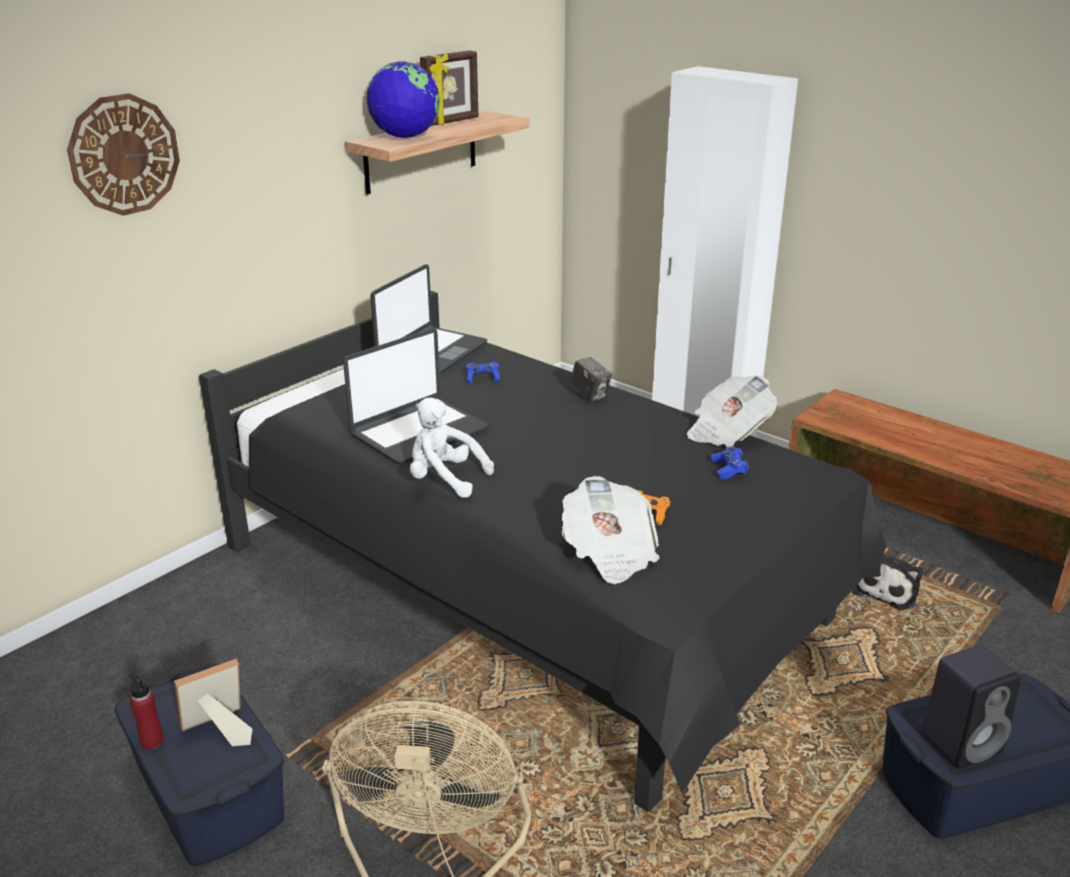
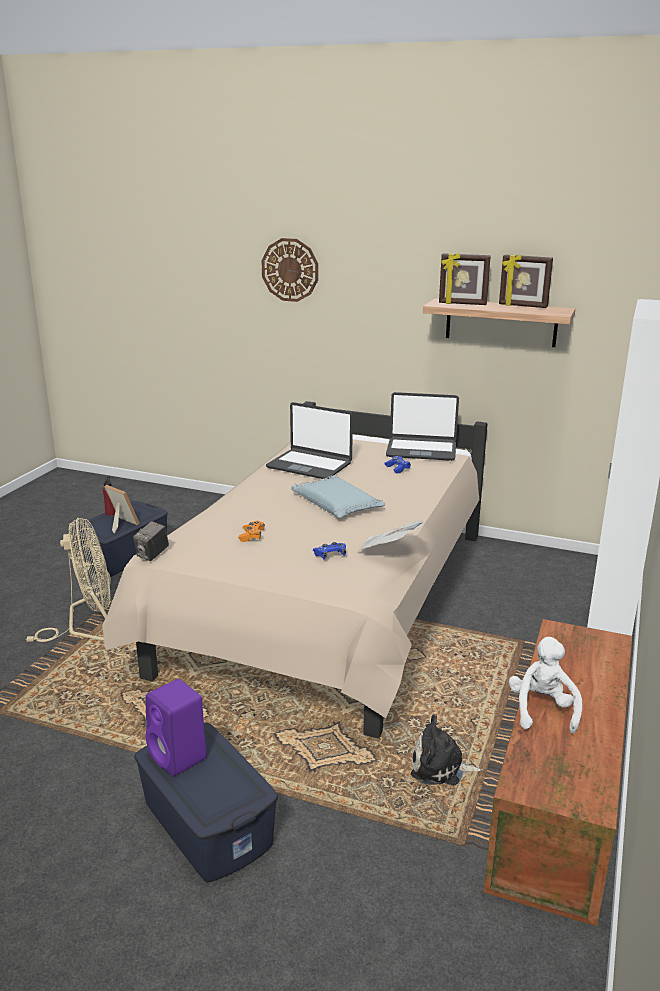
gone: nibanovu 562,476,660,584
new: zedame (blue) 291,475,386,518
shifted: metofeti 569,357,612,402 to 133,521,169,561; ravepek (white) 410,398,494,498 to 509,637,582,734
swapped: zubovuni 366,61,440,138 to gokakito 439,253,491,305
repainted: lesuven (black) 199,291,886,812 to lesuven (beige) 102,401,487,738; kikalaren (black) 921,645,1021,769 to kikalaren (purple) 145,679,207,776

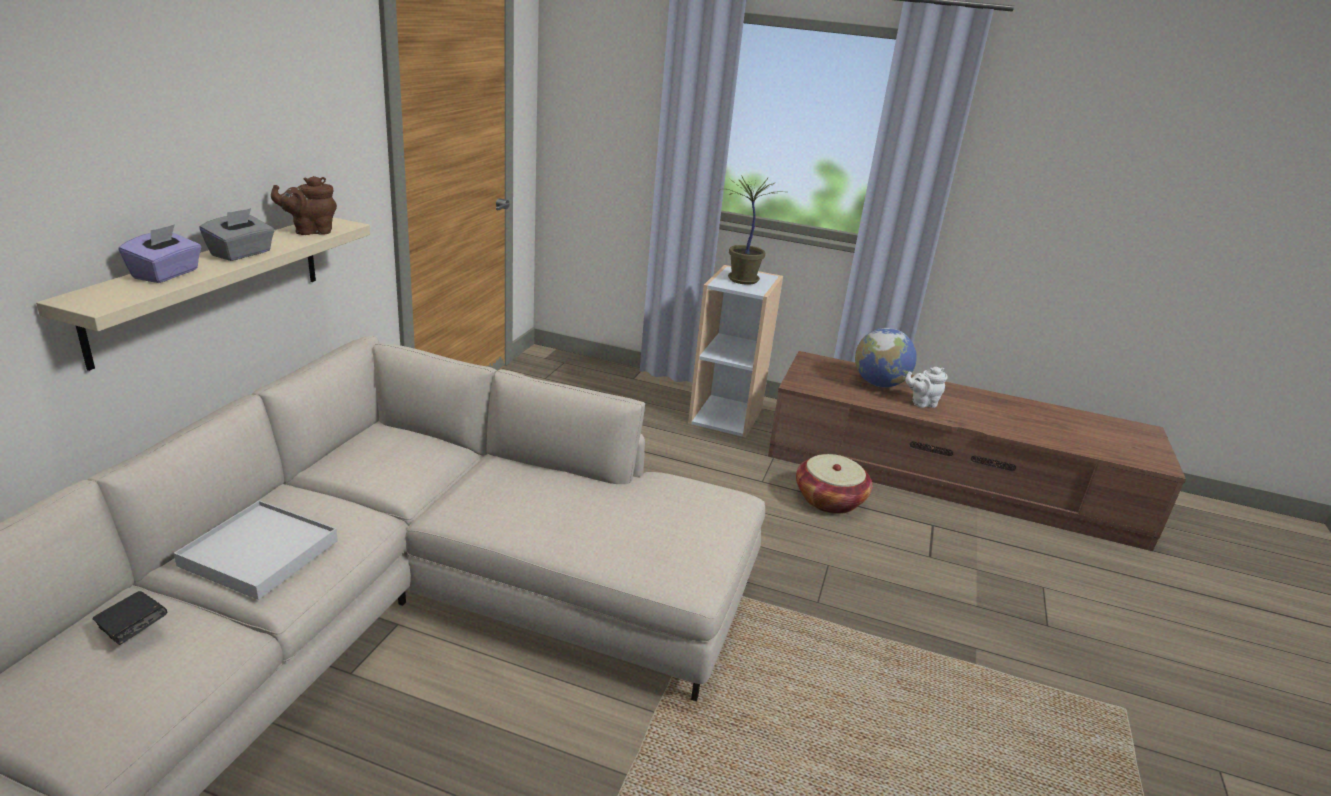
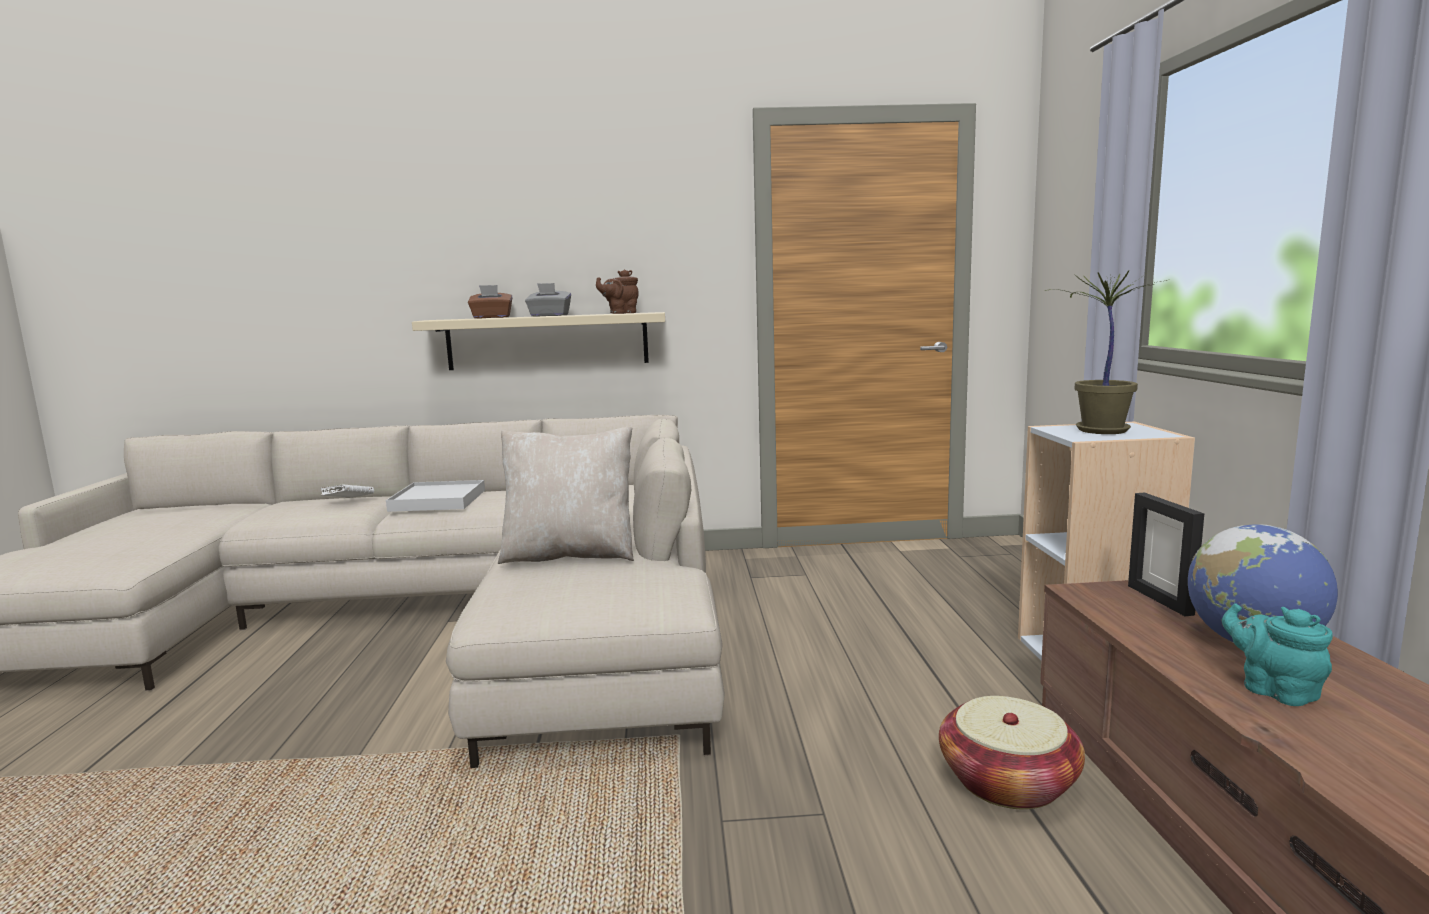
new: zedame (beige) 498,427,634,564; gokakito 1128,492,1204,616
repainted: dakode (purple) 118,224,201,283 to dakode (brown) 468,285,513,318; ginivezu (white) 905,367,948,408 to ginivezu (turquoise) 1222,604,1333,706; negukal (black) 92,591,167,645 to negukal (white) 320,485,374,497
rotated: ginivezu (brown) 271,176,337,235 = 596,269,639,314 75 degrees counterclockwise

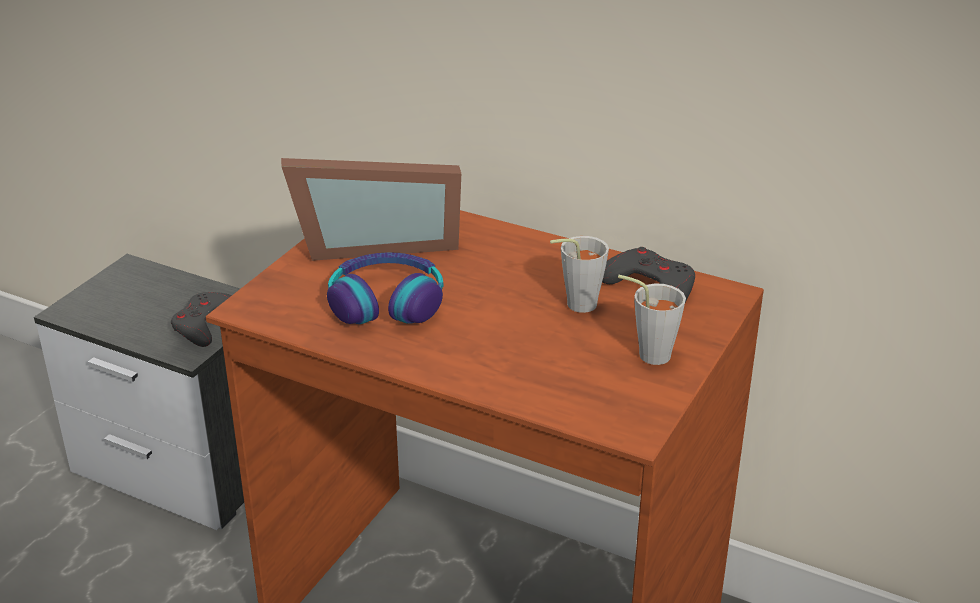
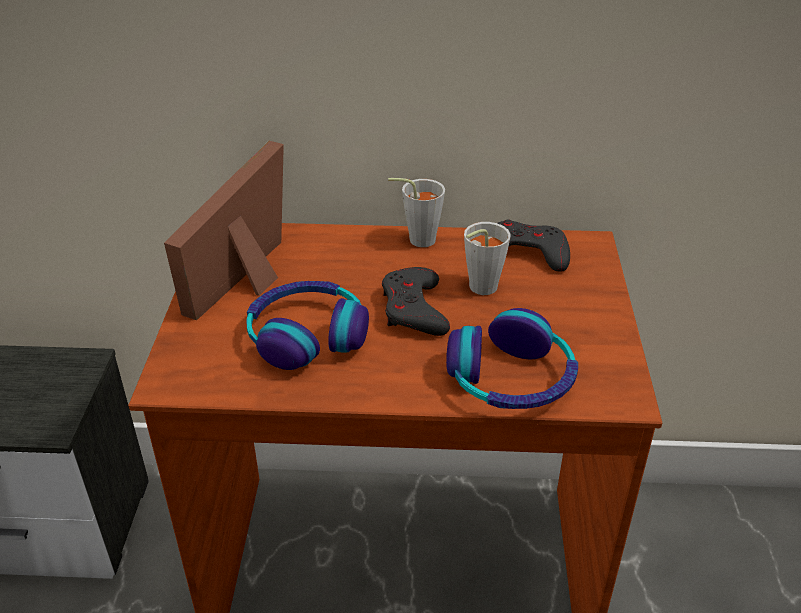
new: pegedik 446,308,578,409
shifted: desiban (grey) 618,275,686,365 to 388,178,445,247; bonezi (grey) 171,292,232,347 to 382,267,450,336
rotated: gokakito 281,158,461,261 = 164,141,284,320 150 degrees clockwise

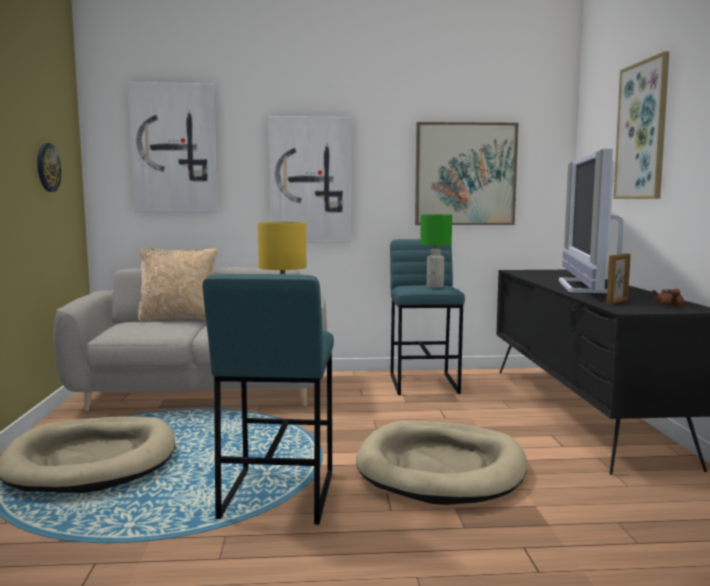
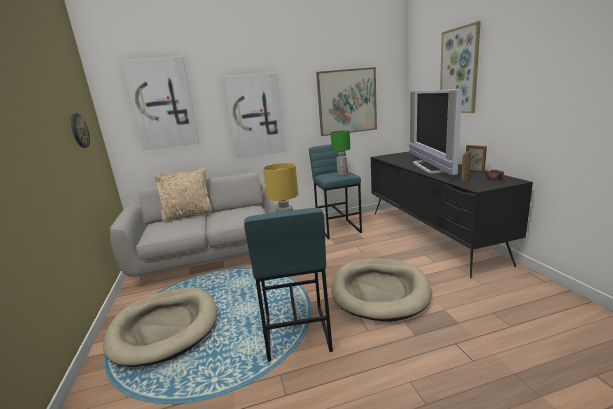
new: gokakito 466,145,487,173

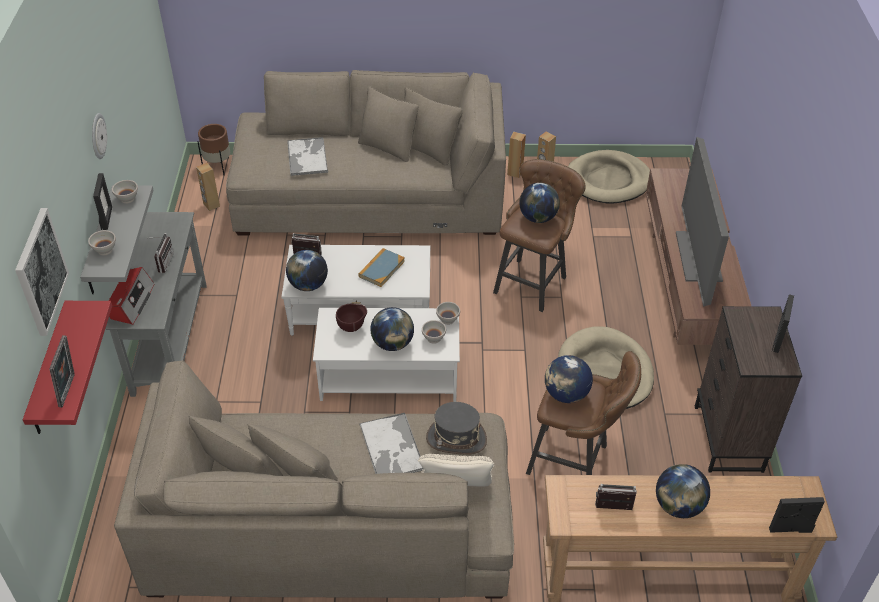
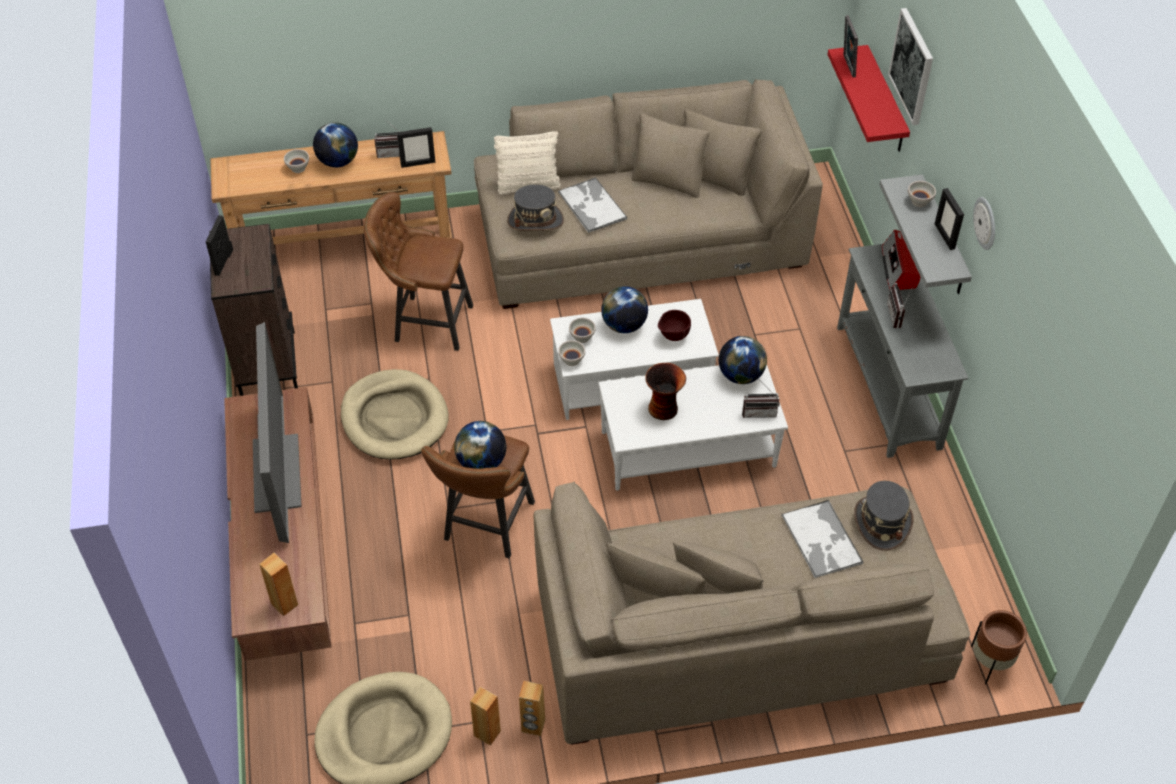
gone: zubovuni 545,355,593,403
new: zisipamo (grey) 854,480,913,551
shifted: kikalaren (brown) 196,163,220,211 to 259,553,298,616; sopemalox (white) 112,180,138,204 to 284,149,309,173; gokakito 769,497,825,533 to 397,127,436,168
swapped: negukal 358,248,405,287 to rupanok 645,363,686,420

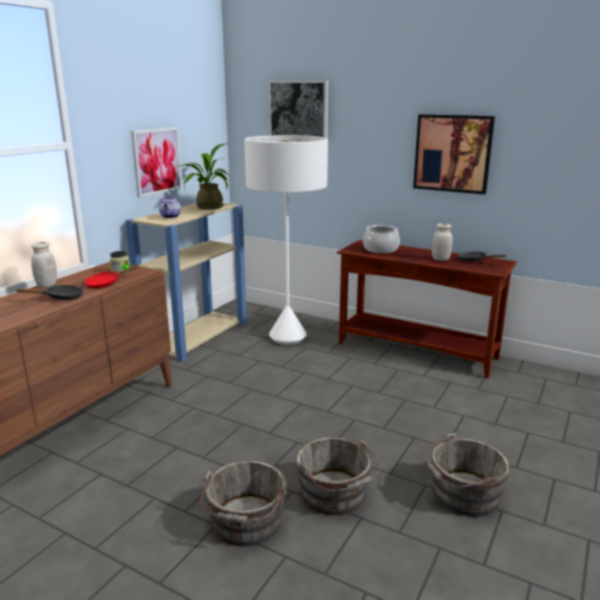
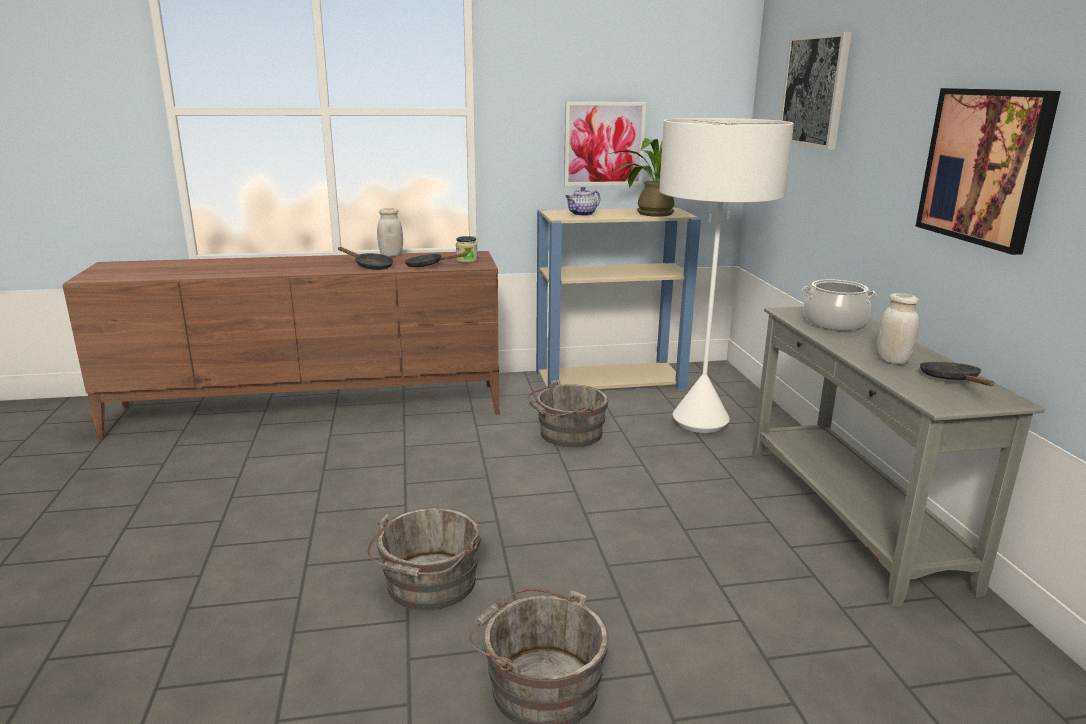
shifted: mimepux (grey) 200,460,287,547 to 528,379,608,448
repainted: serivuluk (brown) 337,240,517,379 to serivuluk (grey) 752,306,1045,607; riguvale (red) 84,264,139,289 to riguvale (black) 405,253,468,267

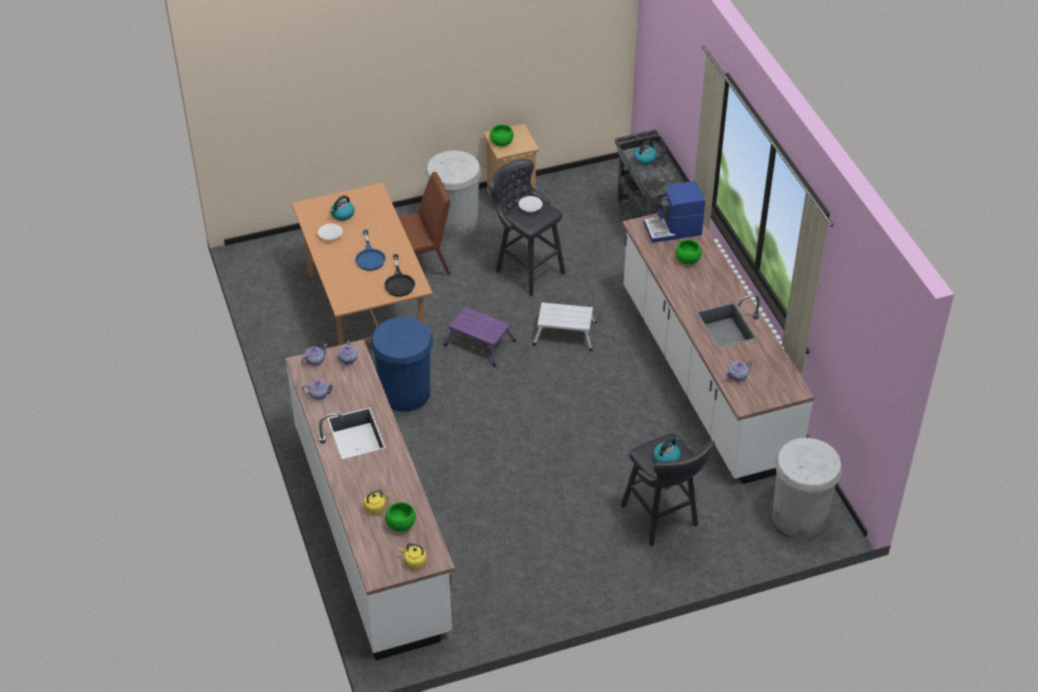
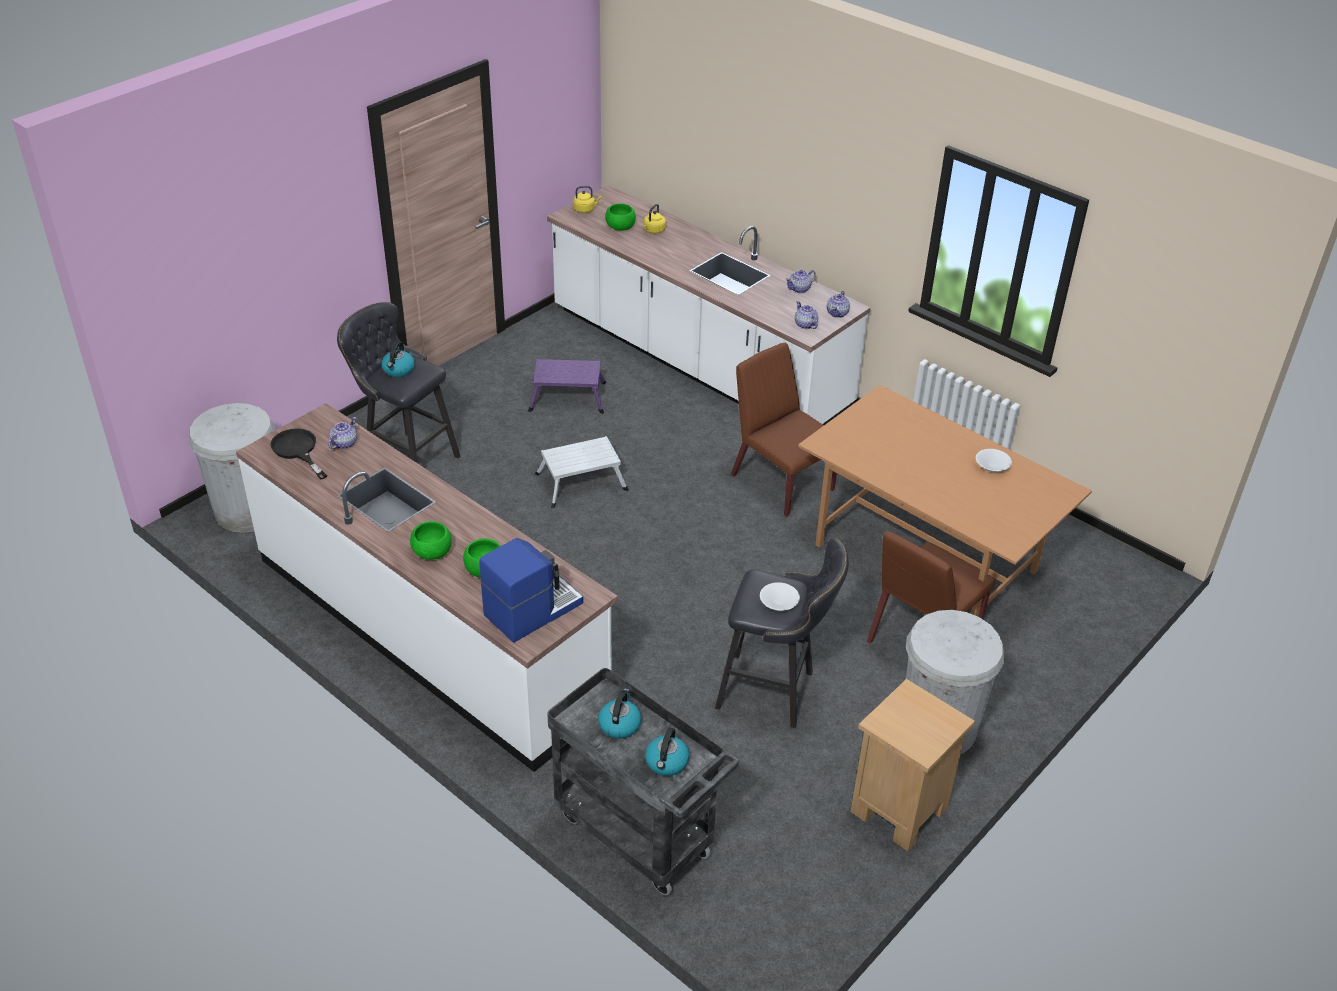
gone: riguvale (blue) 355,230,386,271
shifted: sopemalox (green) 490,124,514,147 to 410,521,452,560; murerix 330,195,354,221 to 598,688,642,739; riguvale (black) 384,254,415,297 to 271,428,327,480; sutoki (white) 532,302,597,352 to 535,436,629,508; sutoki (purple) 443,306,516,367 to 528,359,606,414
swapped: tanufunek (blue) 371,317,433,412 to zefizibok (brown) 731,343,837,517

